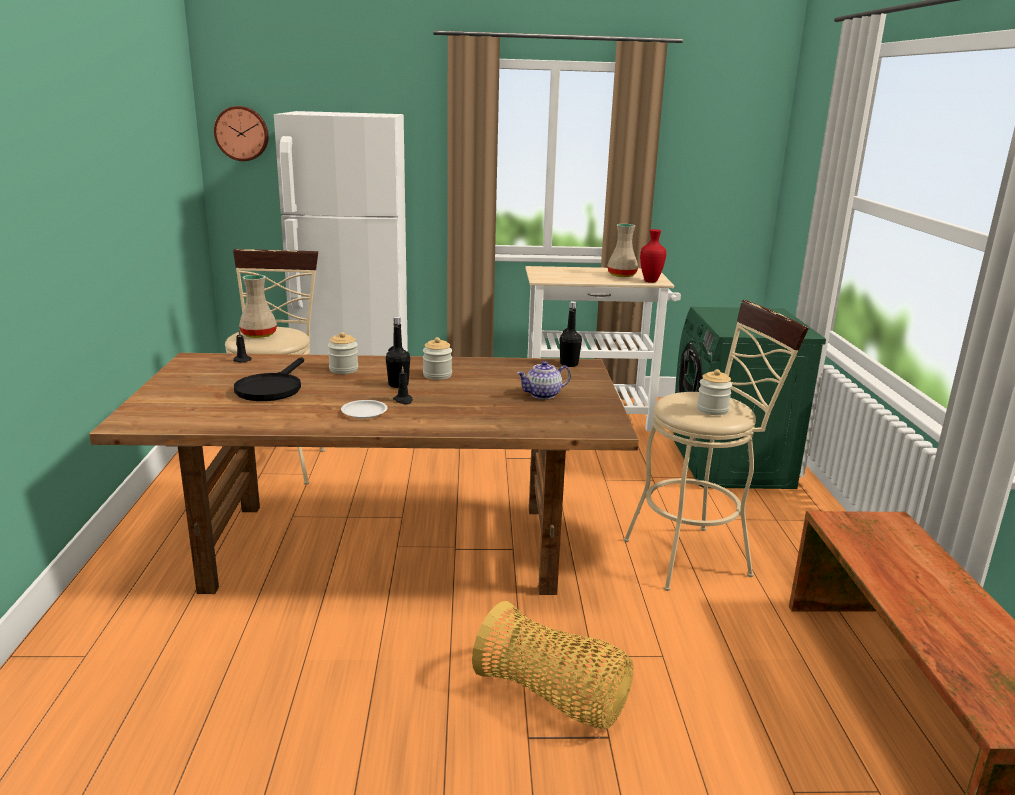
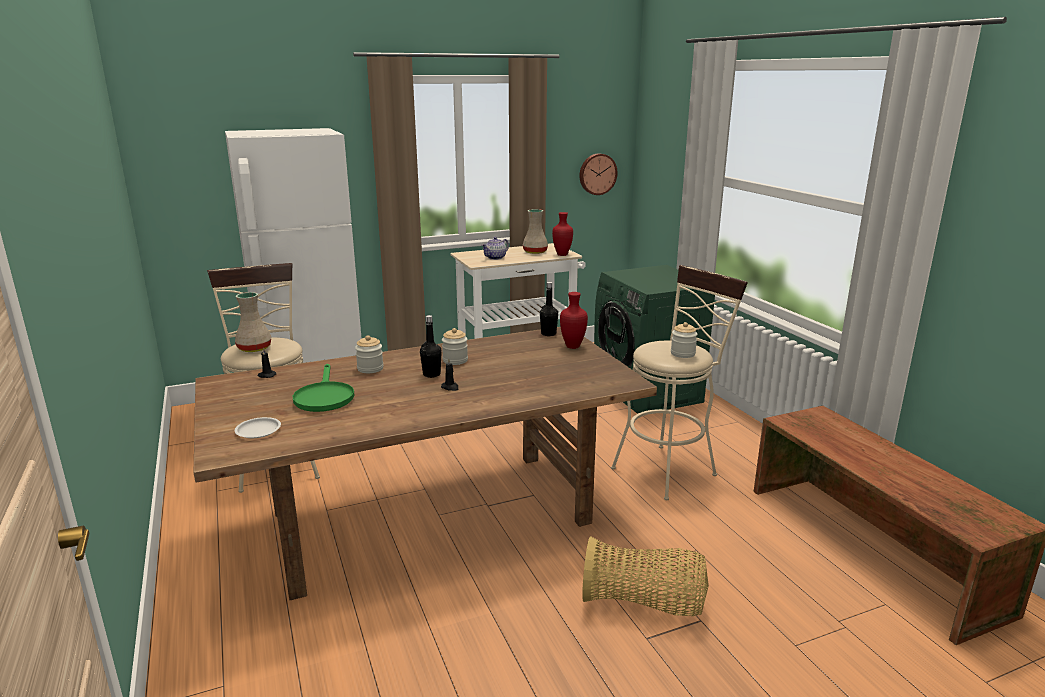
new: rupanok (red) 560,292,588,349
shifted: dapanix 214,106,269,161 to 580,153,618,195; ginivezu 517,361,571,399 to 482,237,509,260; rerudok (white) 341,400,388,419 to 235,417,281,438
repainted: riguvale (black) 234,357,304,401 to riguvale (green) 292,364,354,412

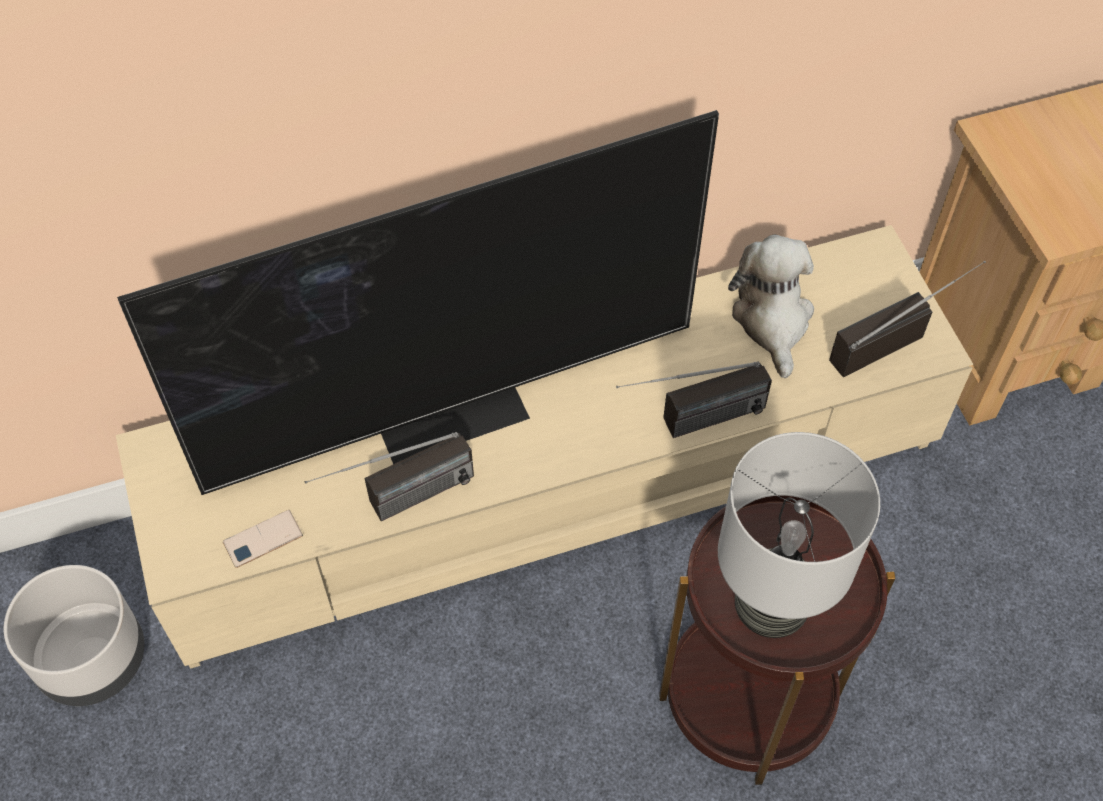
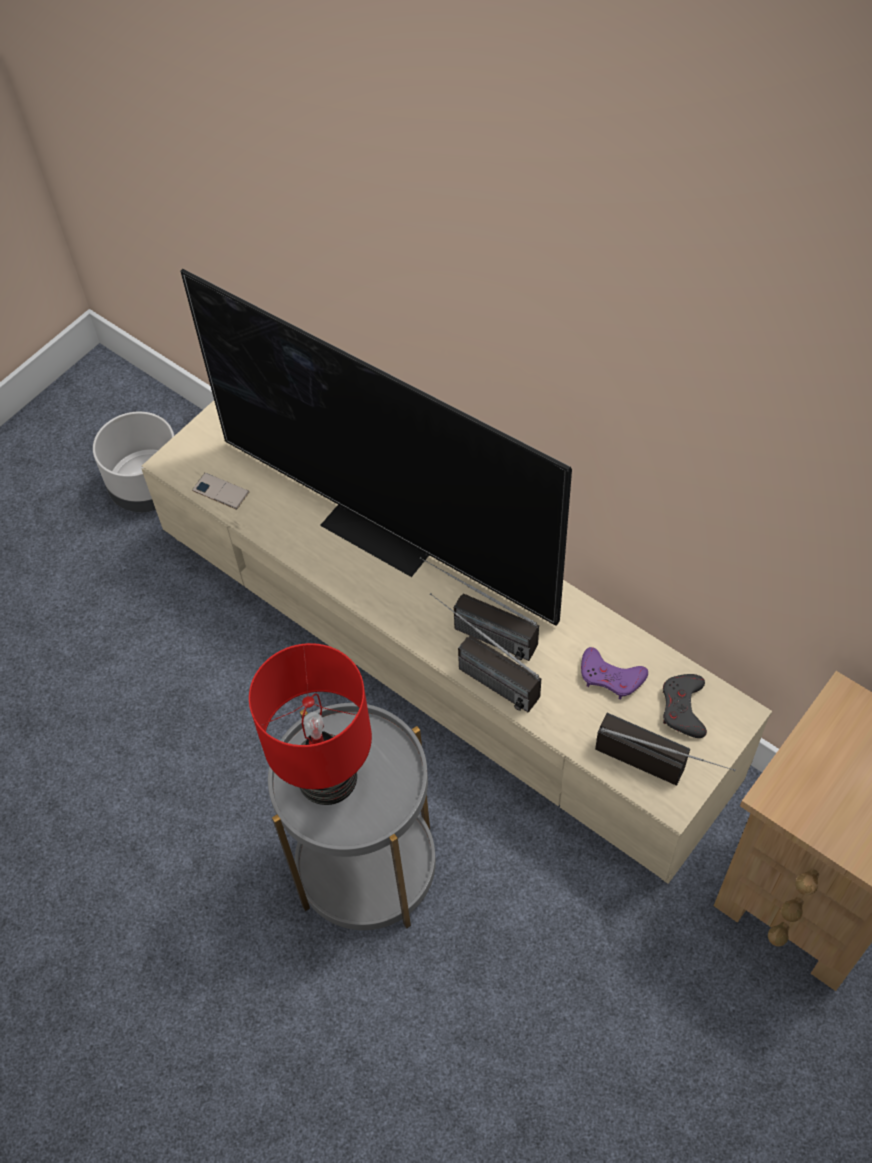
new: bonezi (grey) 663,674,707,738
shifted: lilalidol 305,432,474,521 to 419,557,539,661
swapped: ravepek 728,235,814,378 to bonezi (purple) 581,647,648,699
repainted: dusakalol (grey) 718,432,880,638 to dusakalol (red) 249,643,372,805; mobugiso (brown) 659,496,895,785 to mobugiso (grey) 268,703,436,930

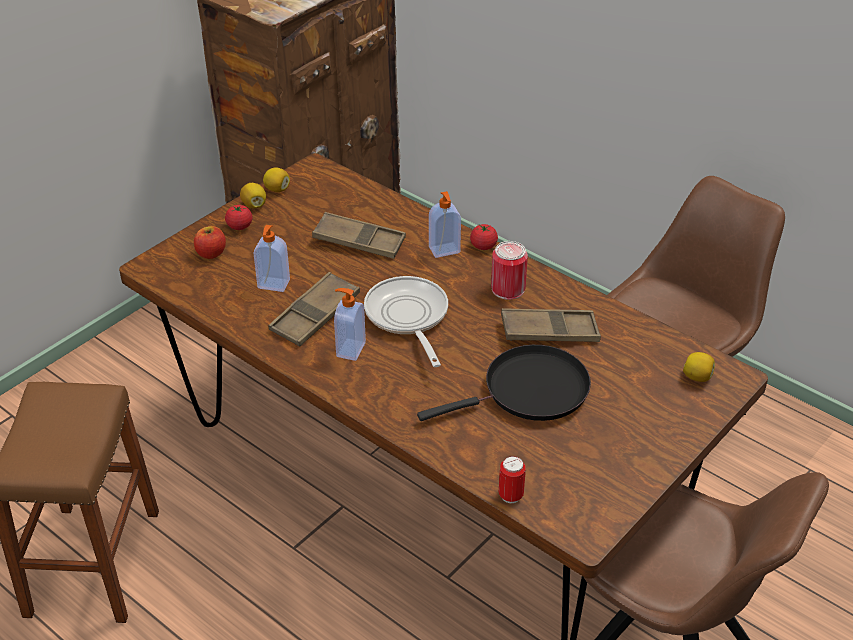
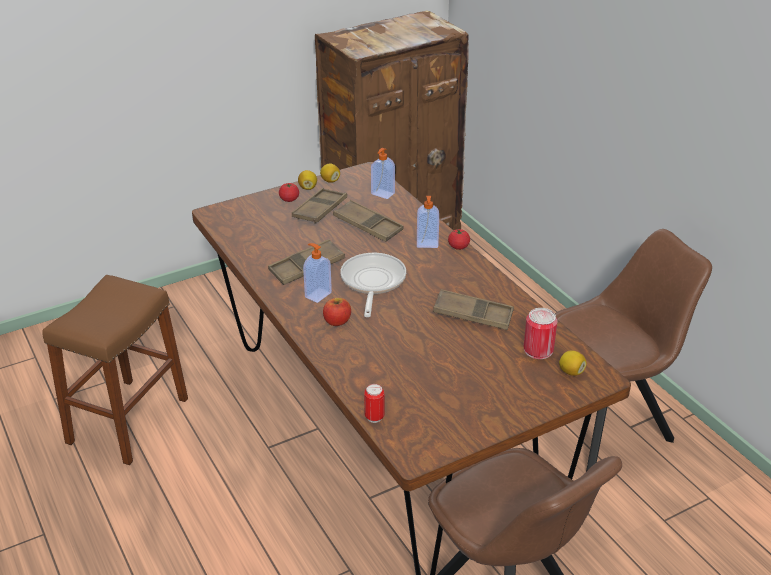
gone: riguvale (black) 417,345,591,421
new: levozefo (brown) 292,188,347,224
shifted: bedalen 254,225,290,292 to 371,148,395,199; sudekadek 194,226,226,259 to 323,298,351,326; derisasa 491,241,528,300 to 523,308,557,359

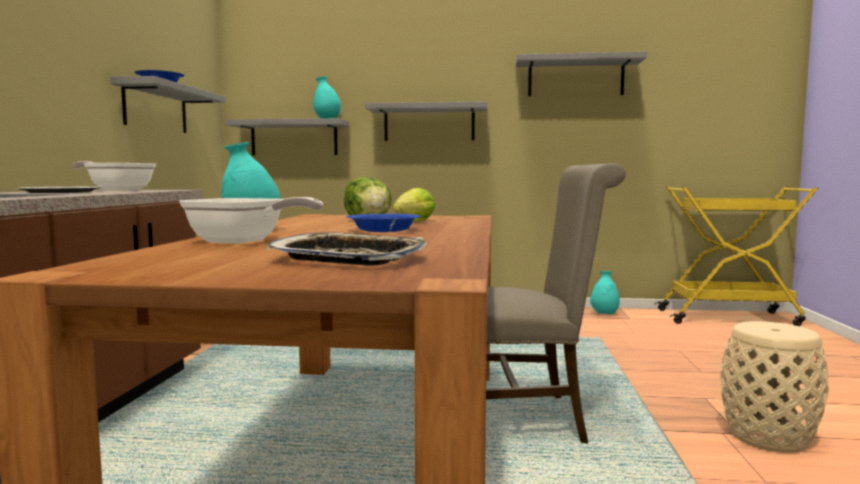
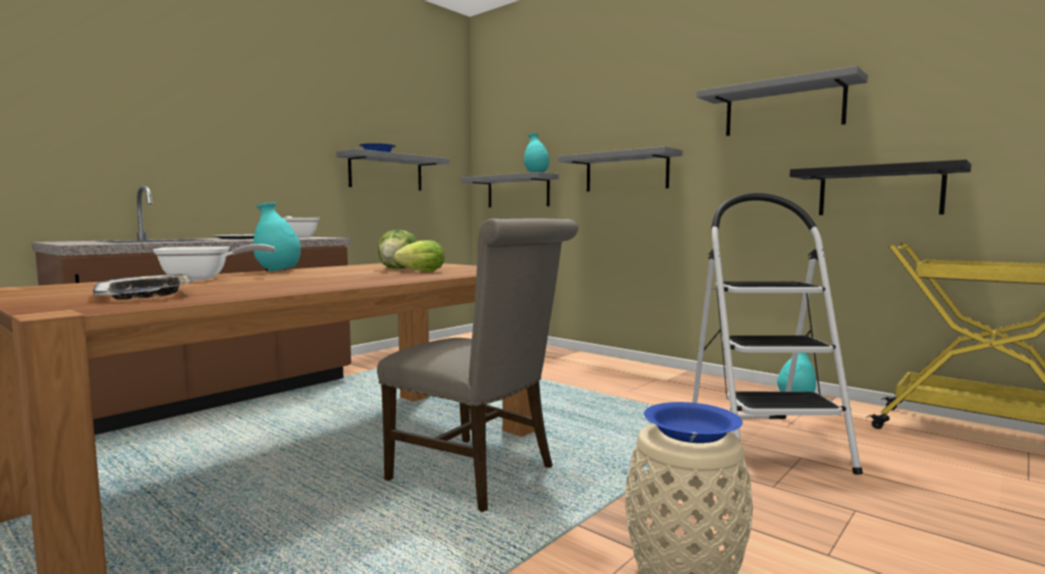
new: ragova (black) 790,159,971,215; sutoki 692,193,863,475
shifted: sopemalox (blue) 346,214,421,232 to 644,402,743,443
rotated: riguvale 179,197,323,244 = 153,244,275,280 75 degrees counterclockwise

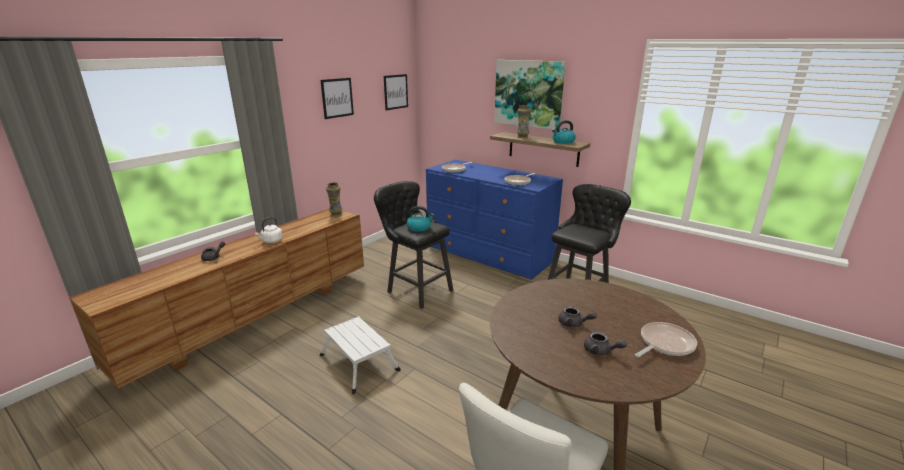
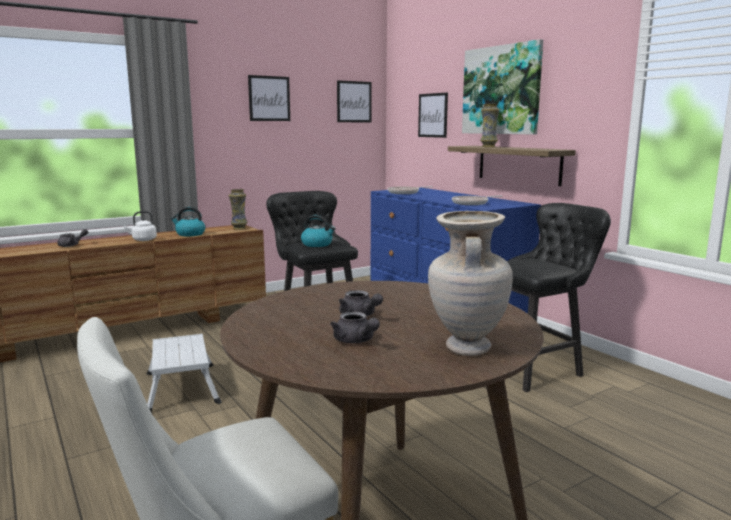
new: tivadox 418,93,448,138
shifted: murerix 552,120,576,144 to 171,207,205,237
swapped: riguvale 635,322,697,357 to rupanok (beige) 428,211,513,356

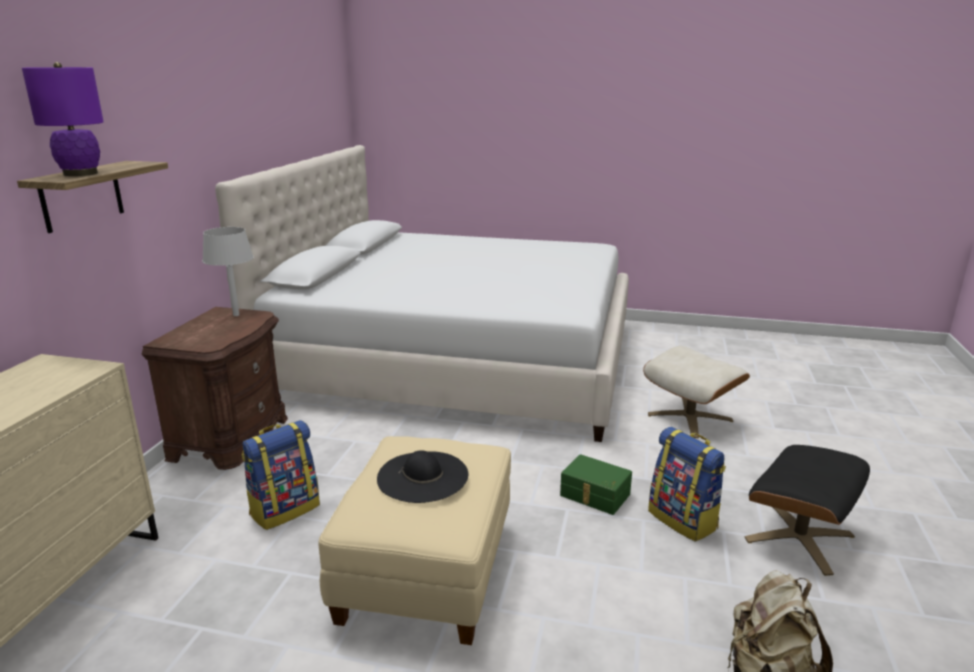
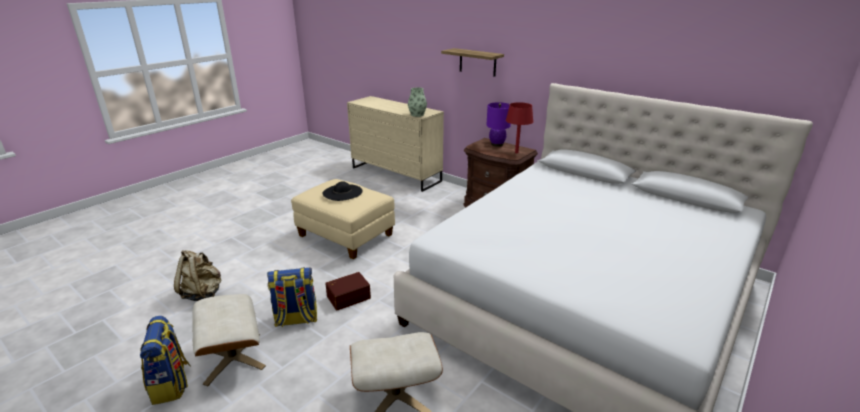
new: rupanok 408,87,427,117
shifted: dusakalol (purple) 22,62,104,176 to 486,102,511,147; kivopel 242,420,320,530 to 140,316,191,405
repainted: dusakalol (grey) 202,227,254,316 to dusakalol (red) 506,102,533,153; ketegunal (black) 745,445,870,576 to ketegunal (beige) 192,294,266,386; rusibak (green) 560,454,632,515 to rusibak (brown) 325,272,371,311

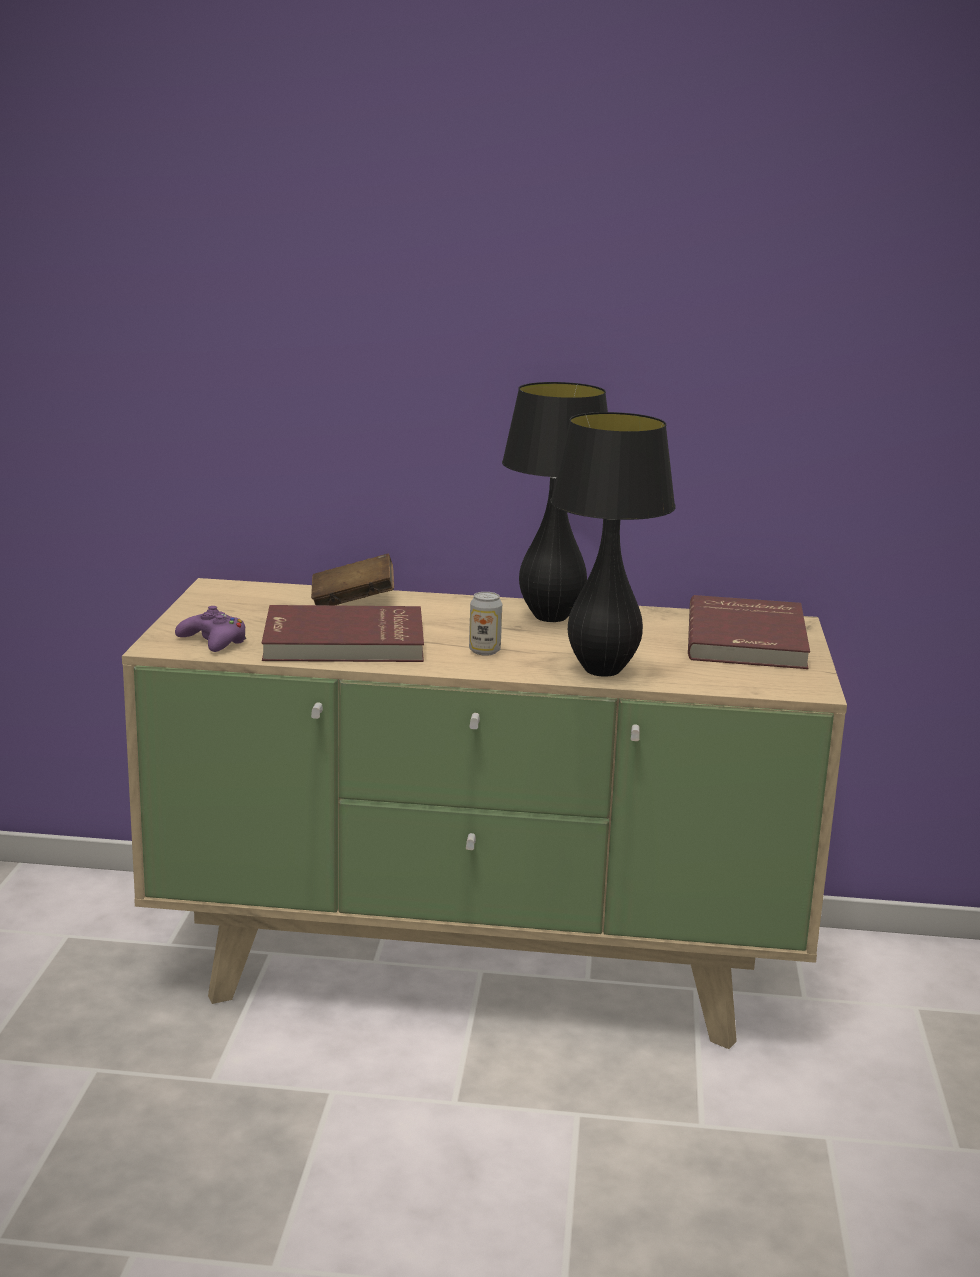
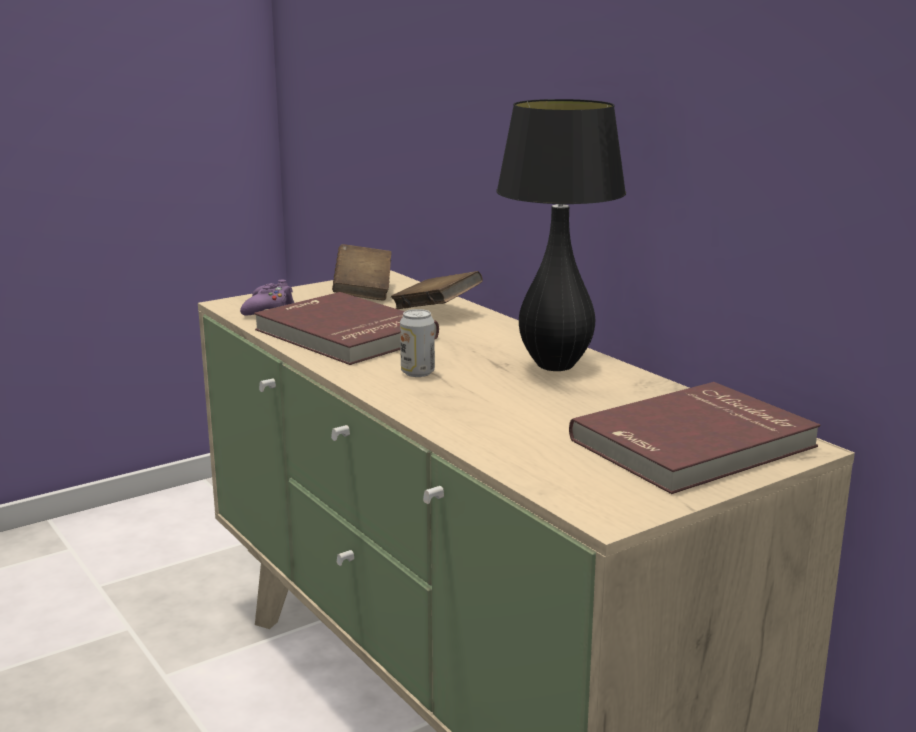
gone: dusakalol (black) 550,412,676,677
new: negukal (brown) 332,244,392,300

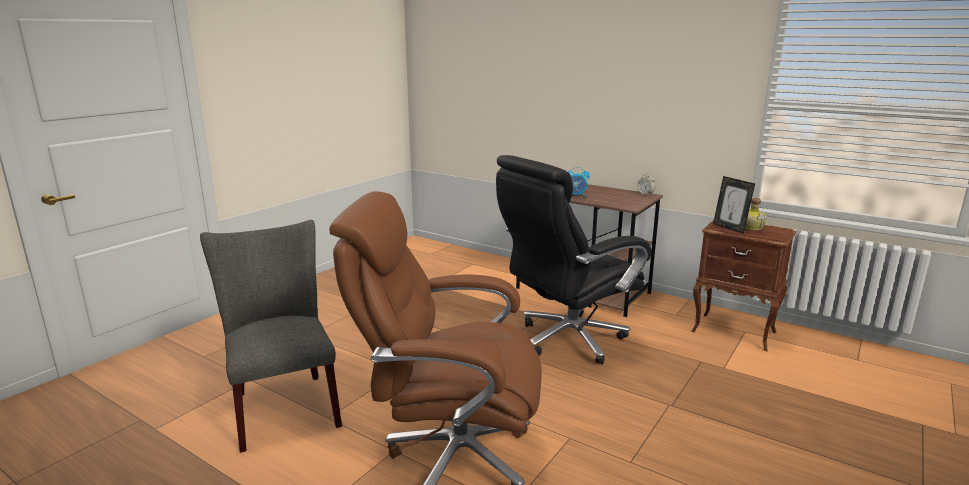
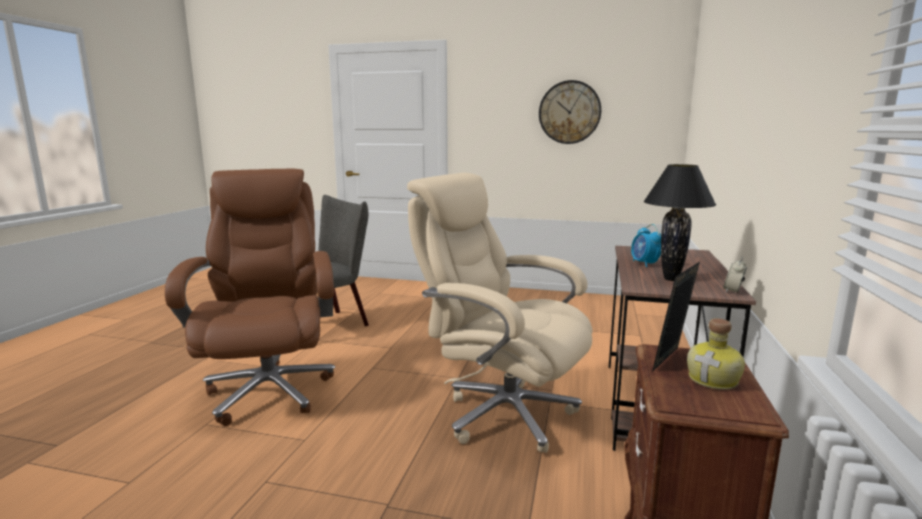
new: dapanix 539,80,601,144; dusakalol (black) 644,164,716,281
repainted: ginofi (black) 496,155,651,364 to ginofi (beige) 407,173,593,453

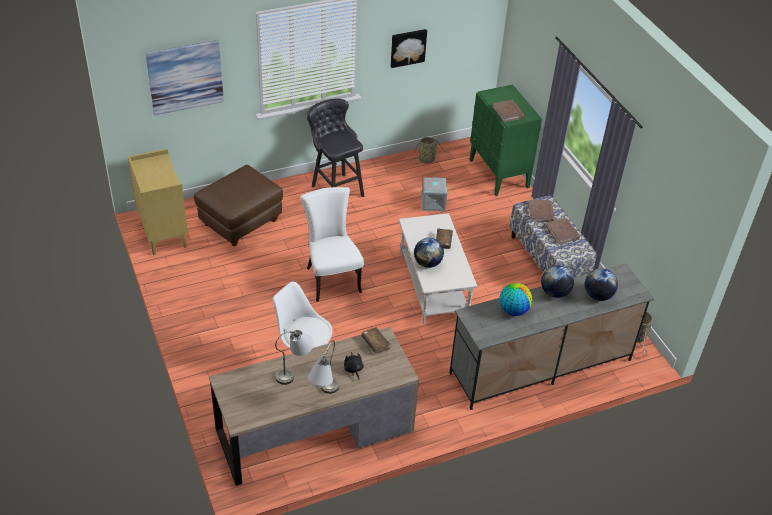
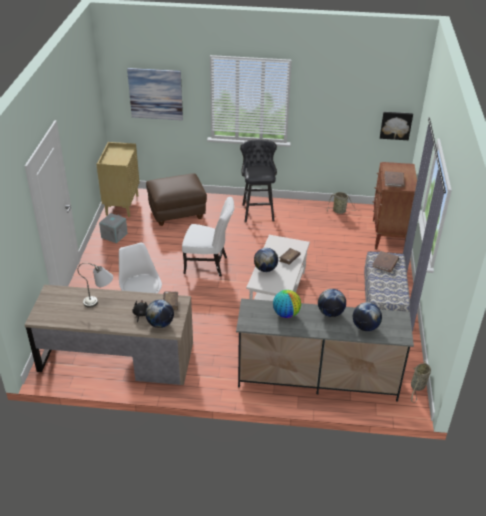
gone: negukal (brown) 546,218,580,244; dusakalol (grey) 308,340,339,394
new: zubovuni 146,300,174,328
shifted: tivadox 391,29,427,68 to 380,112,413,140; rusibak (grey) 421,177,447,211 to 99,213,128,243
repainted: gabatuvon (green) 470,84,542,196 to gabatuvon (brown) 372,162,417,250
rotated: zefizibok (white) 300,187,364,302 = 182,197,234,277 90 degrees clockwise

